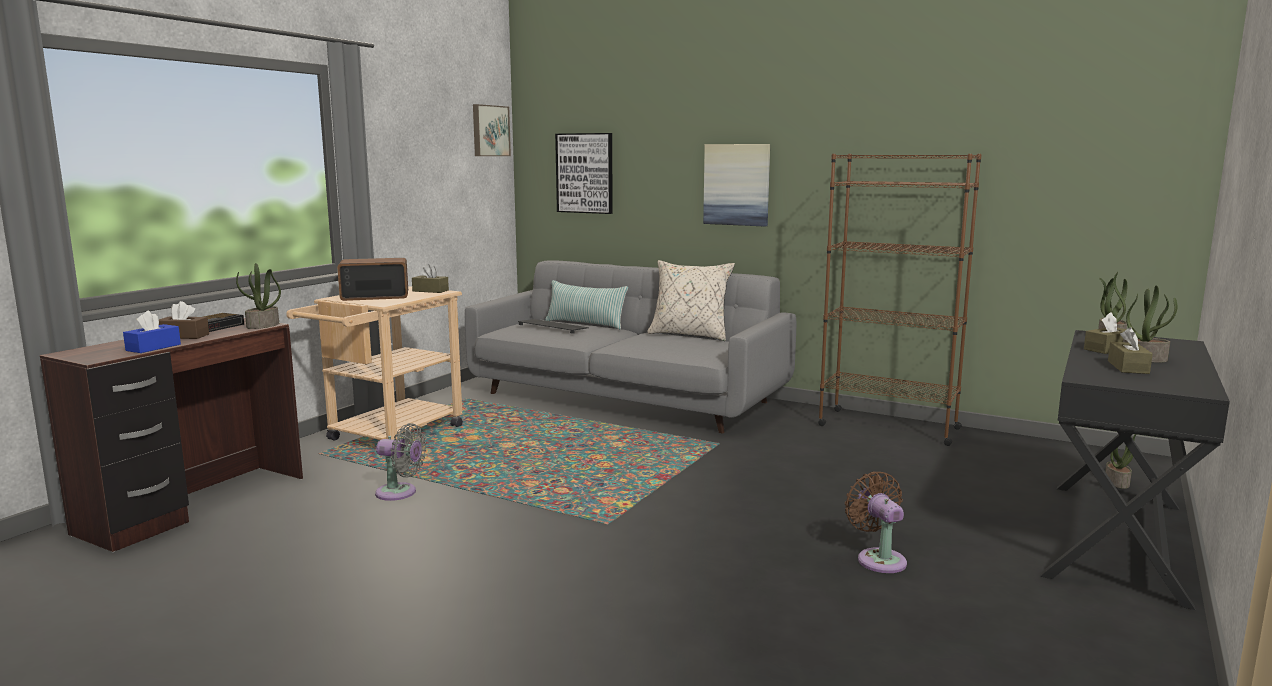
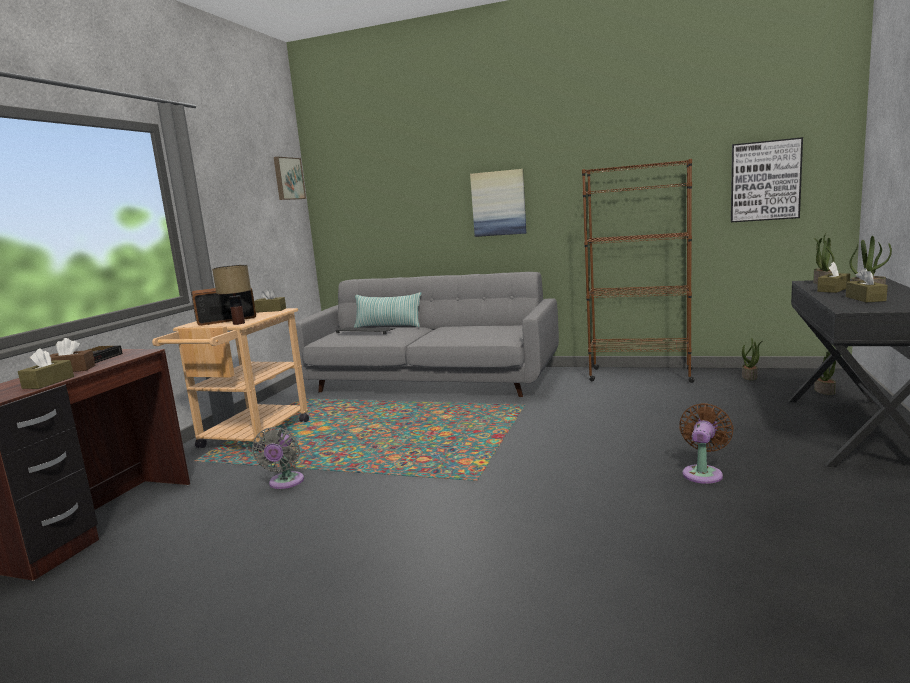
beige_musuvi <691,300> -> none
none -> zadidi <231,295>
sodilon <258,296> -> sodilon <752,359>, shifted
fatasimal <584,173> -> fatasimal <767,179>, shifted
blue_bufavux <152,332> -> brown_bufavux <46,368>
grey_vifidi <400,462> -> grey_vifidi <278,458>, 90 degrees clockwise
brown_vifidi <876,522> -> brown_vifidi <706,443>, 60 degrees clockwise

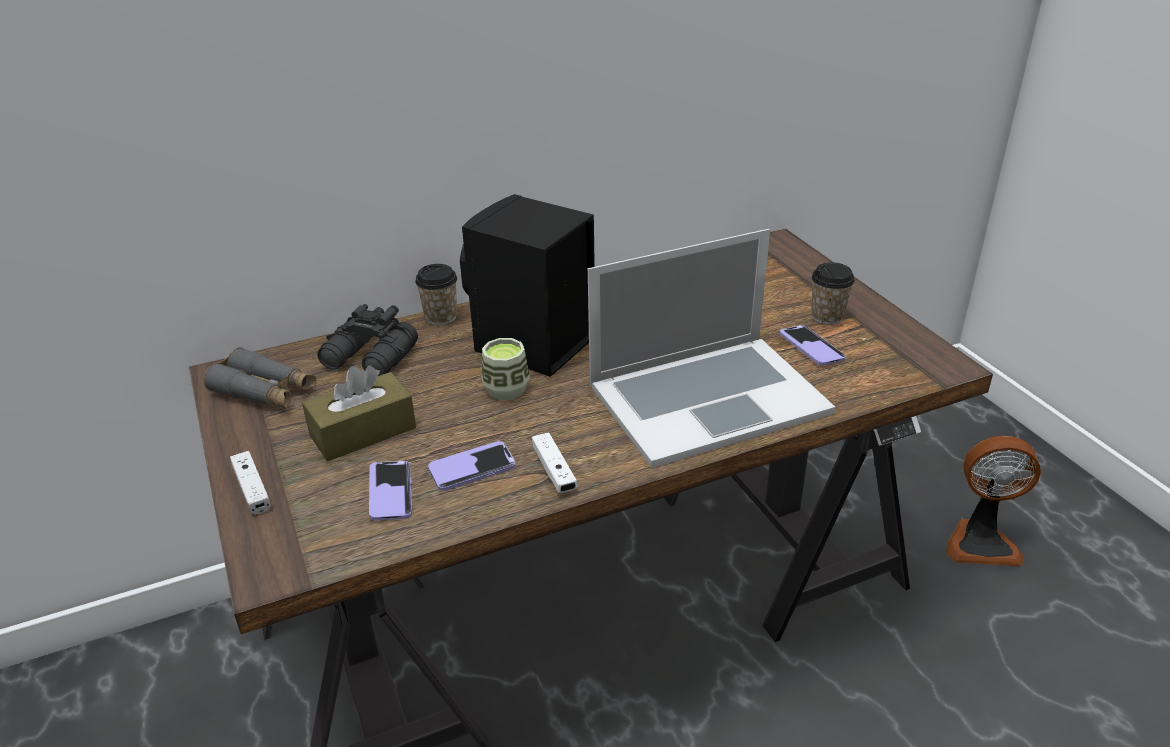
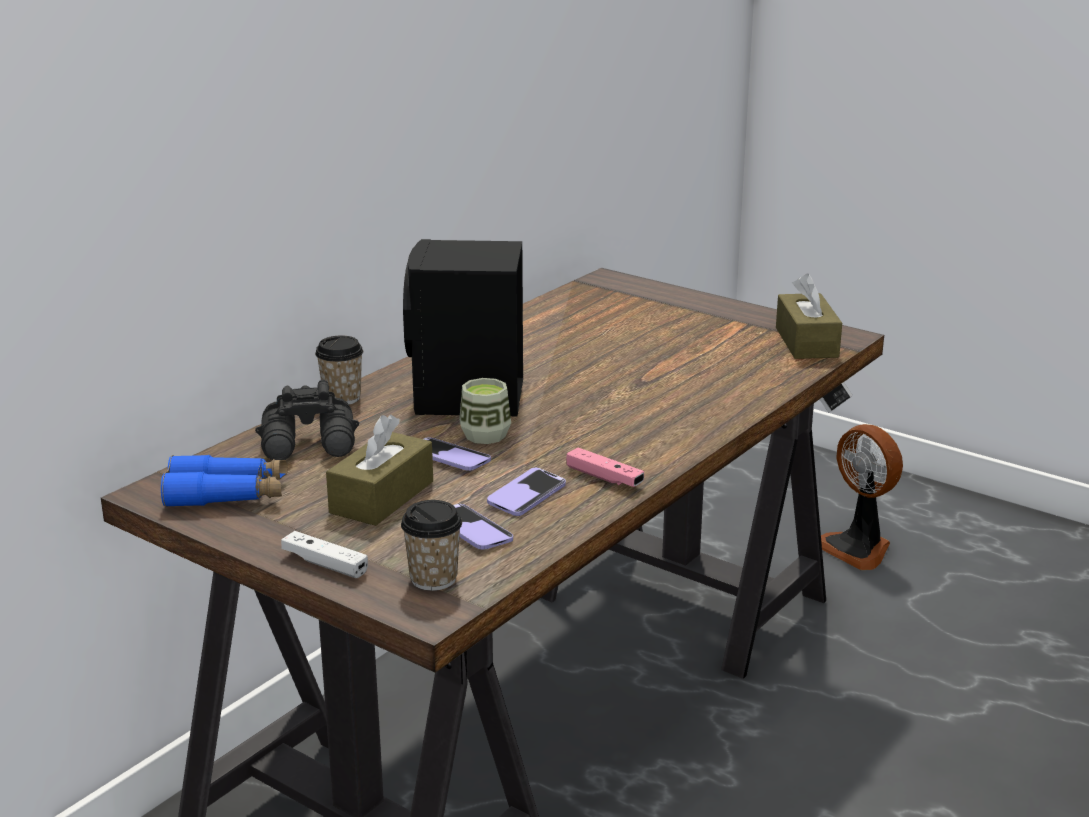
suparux <711,348> -> none
none -> brown_bufavux <809,316>
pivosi <812,345> -> pivosi <457,454>, shifted
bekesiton <833,293> -> bekesiton <431,545>, shifted
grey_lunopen <260,377> -> blue_lunopen <224,481>
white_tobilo <554,463> -> pink_tobilo <605,467>
vifidi <993,501> -> vifidi <862,497>, 75 degrees clockwise

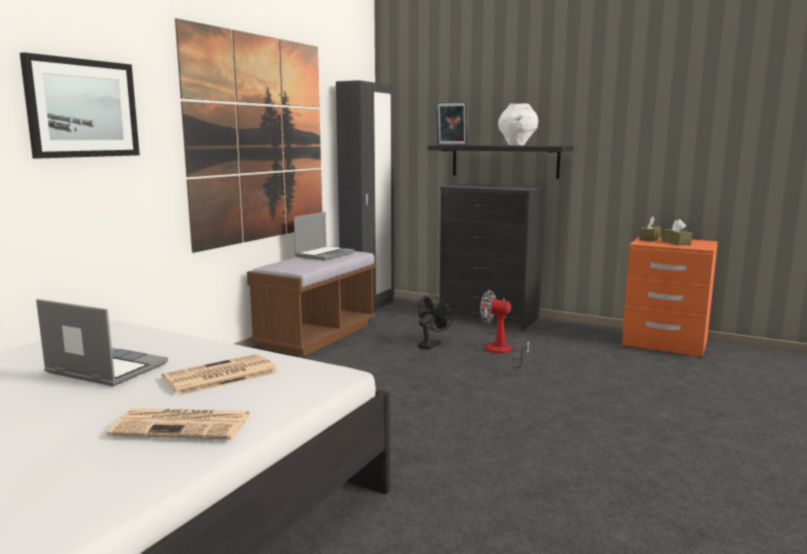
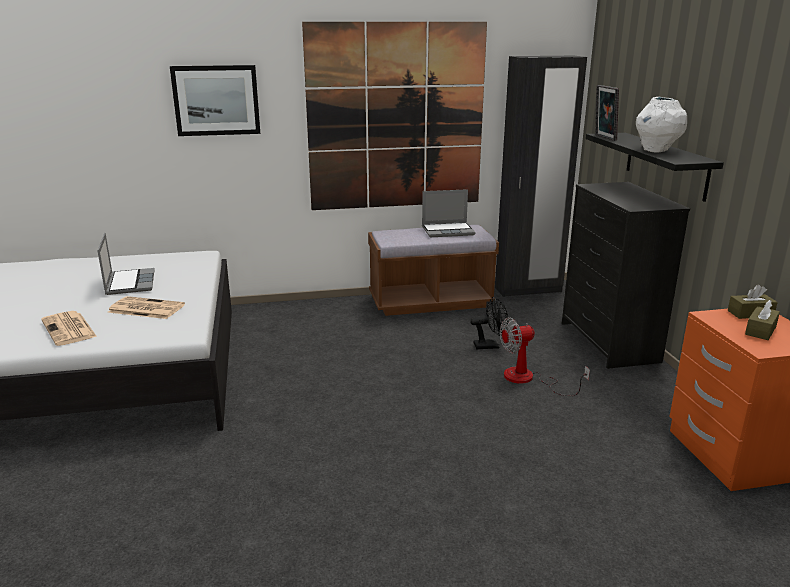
vifidi <504,329> -> vifidi <545,356>, 90 degrees counterclockwise

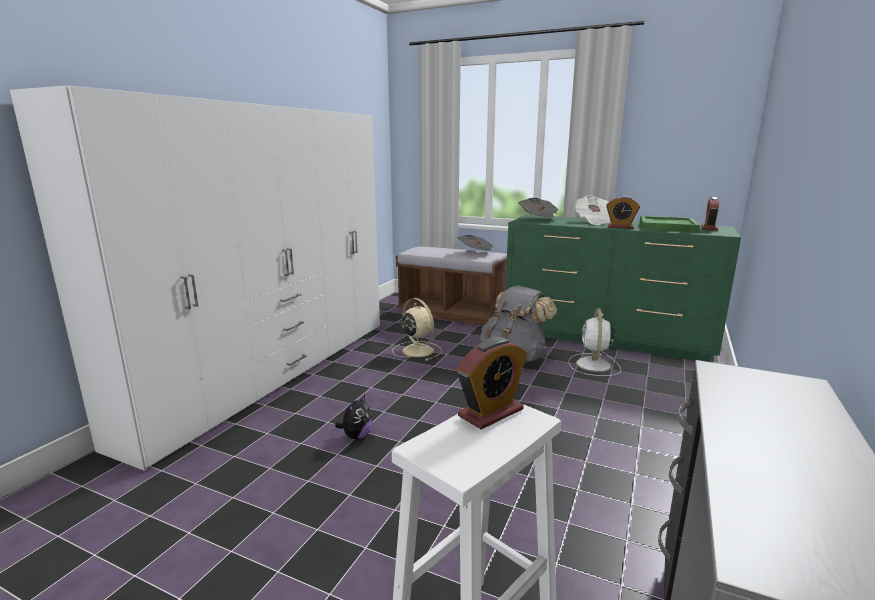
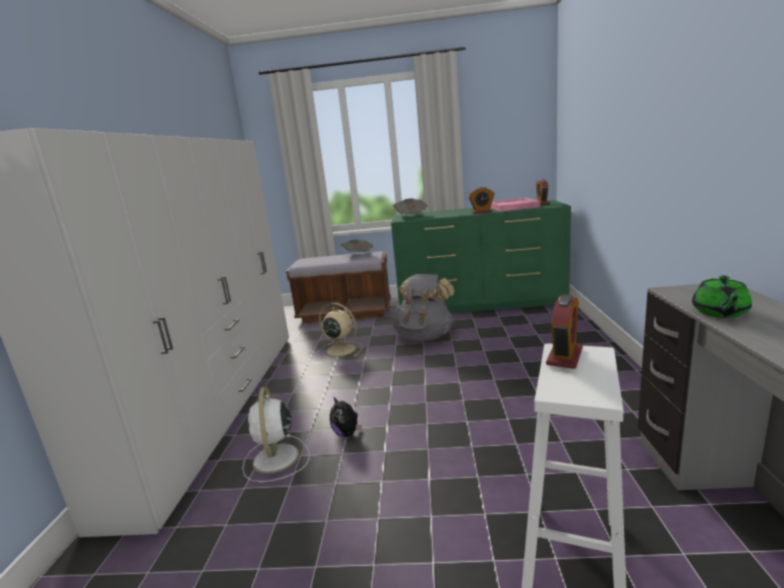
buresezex <592,210> -> none
none -> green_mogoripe <722,296>
white_vifidi <595,342> -> white_vifidi <276,434>, shifted
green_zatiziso <670,224> -> pink_zatiziso <515,205>
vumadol <354,417> -> vumadol <346,416>, 135 degrees clockwise

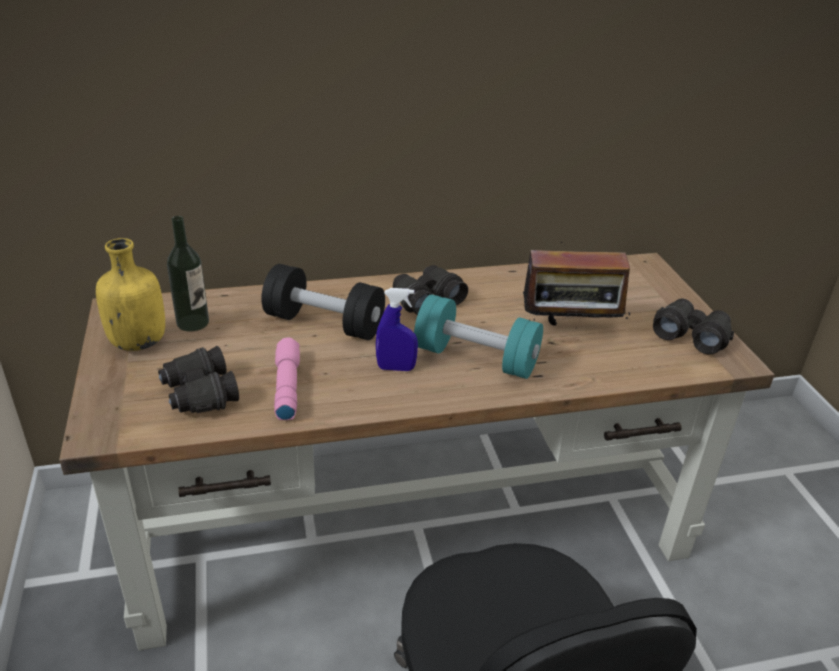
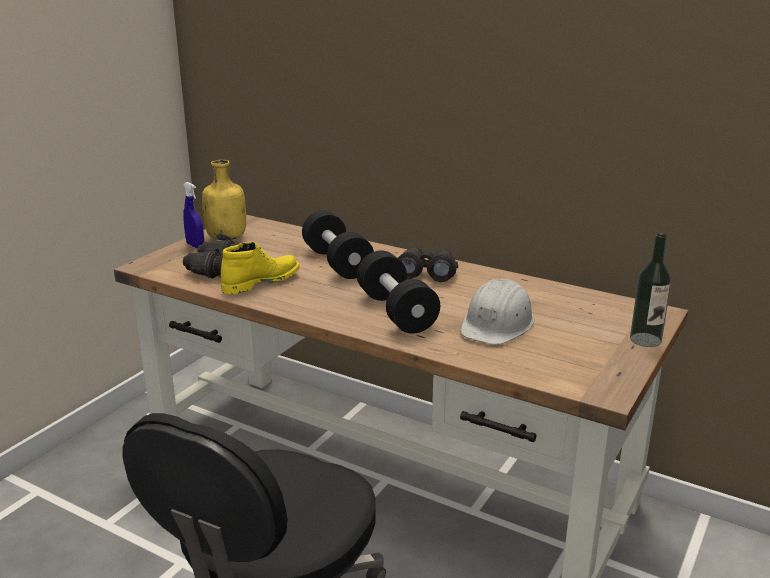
black_lunopen <693,326> -> none
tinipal <188,274> -> tinipal <650,290>, shifted
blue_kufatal <397,329> -> blue_kufatal <193,215>, shifted
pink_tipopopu <287,379> -> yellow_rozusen <260,268>
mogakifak <576,284> -> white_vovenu <497,311>
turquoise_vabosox <478,336> -> black_vabosox <398,292>

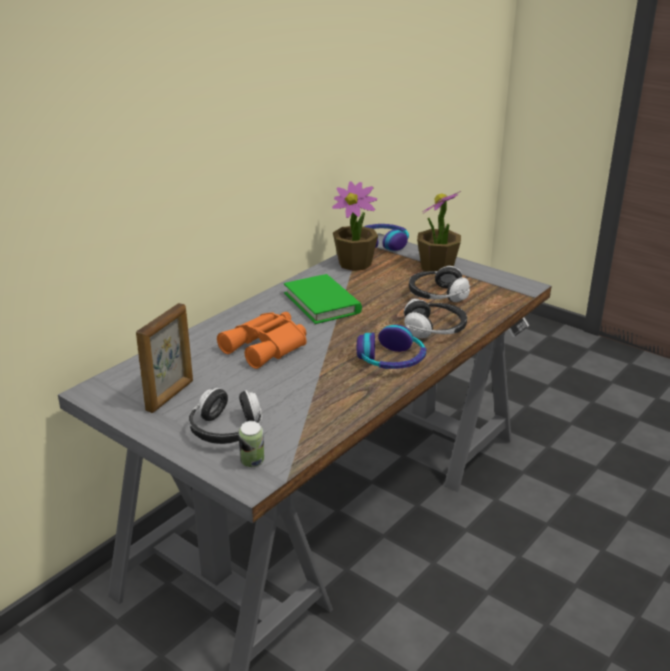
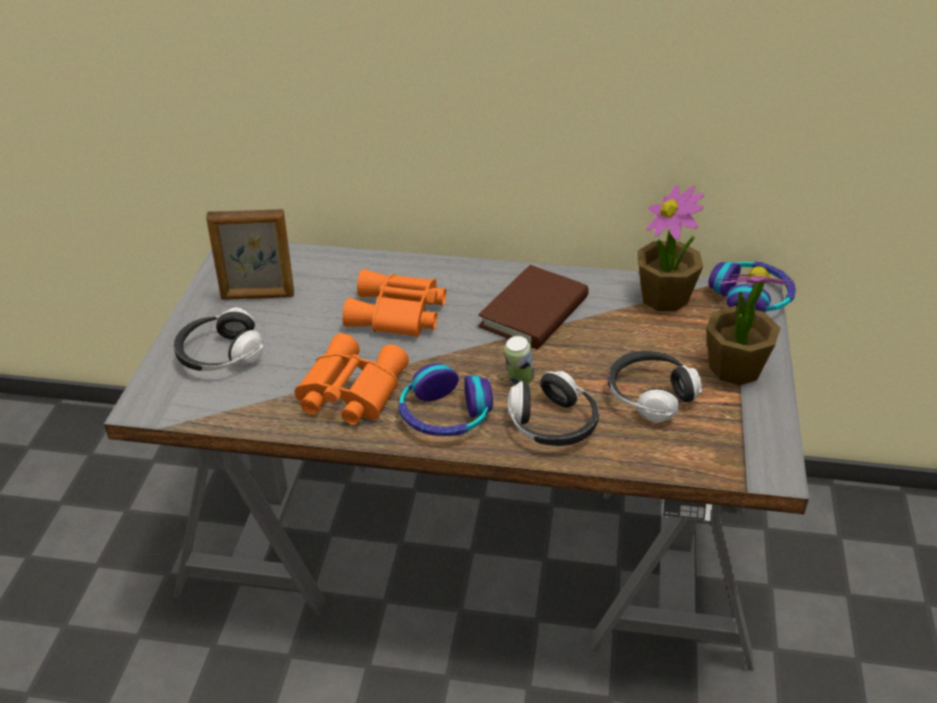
none -> orange_lunopen <352,379>
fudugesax <251,444> -> fudugesax <519,360>, shifted
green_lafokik <323,299> -> brown_lafokik <533,307>

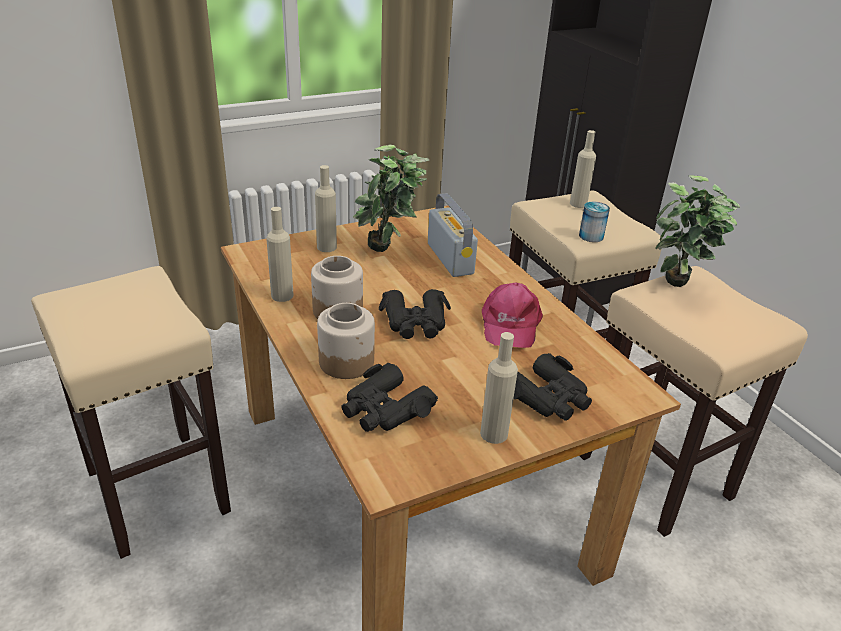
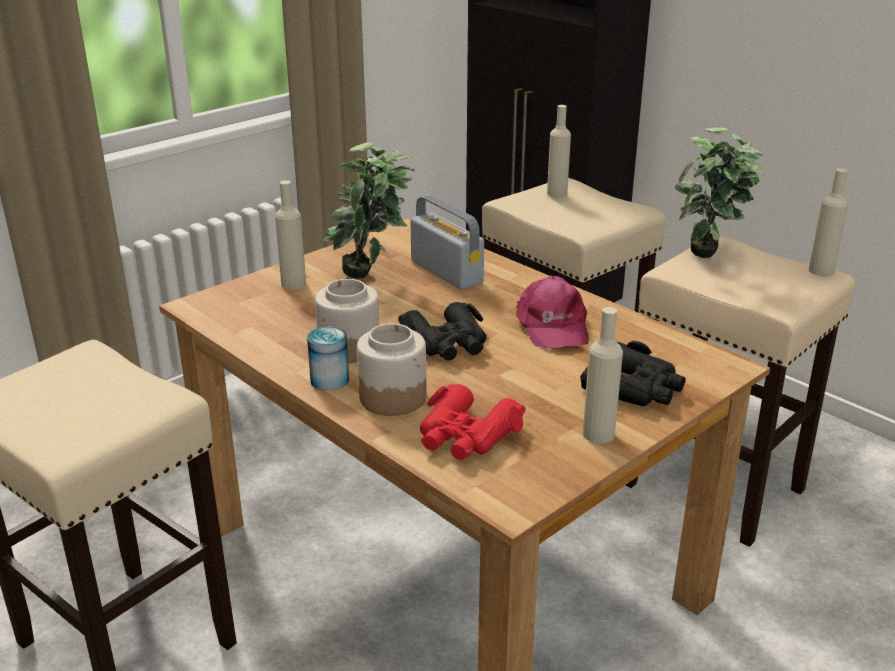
beige_tinipal <280,254> -> beige_tinipal <828,222>, shifted
fudugesax <594,222> -> fudugesax <328,358>, shifted
black_lunopen <390,397> -> red_lunopen <473,422>

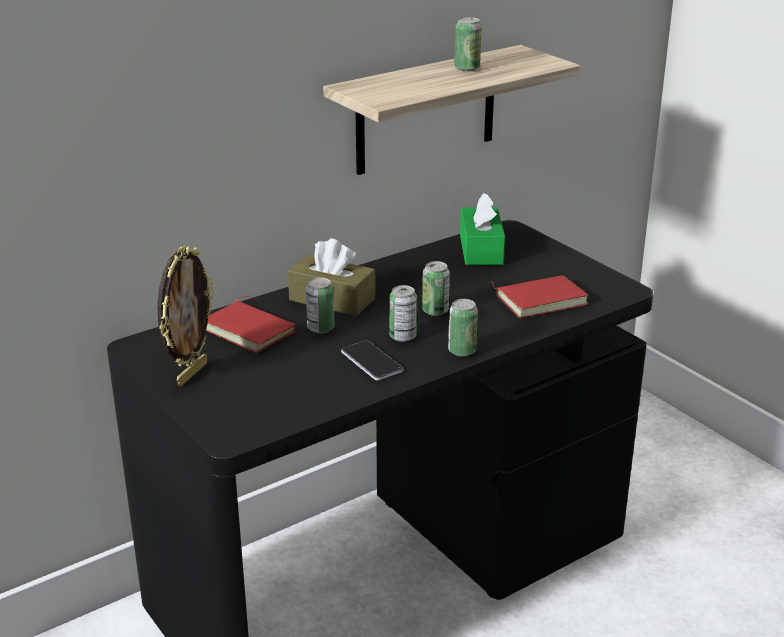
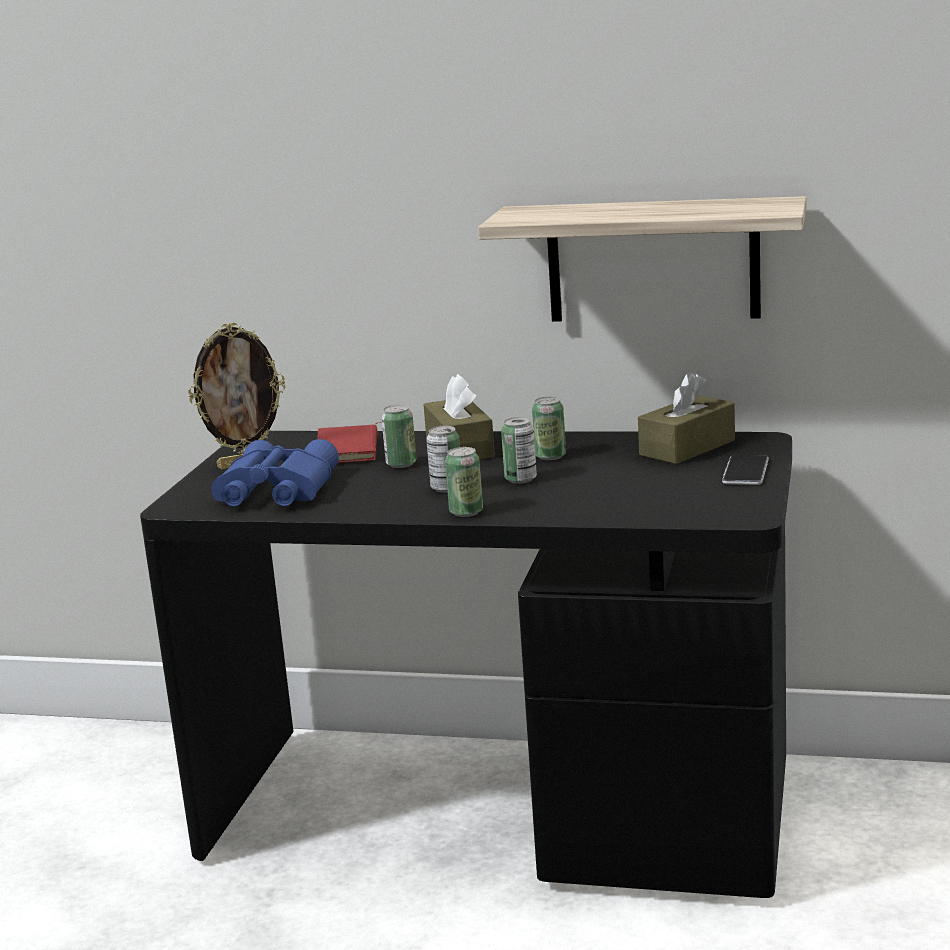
red_lafokik <538,296> -> none
none -> blue_lunopen <275,472>
pivosi <372,360> -> pivosi <745,470>, shifted
fudugesax <468,44> -> fudugesax <549,428>, shifted
green_bufavux <482,229> -> brown_bufavux <686,418>

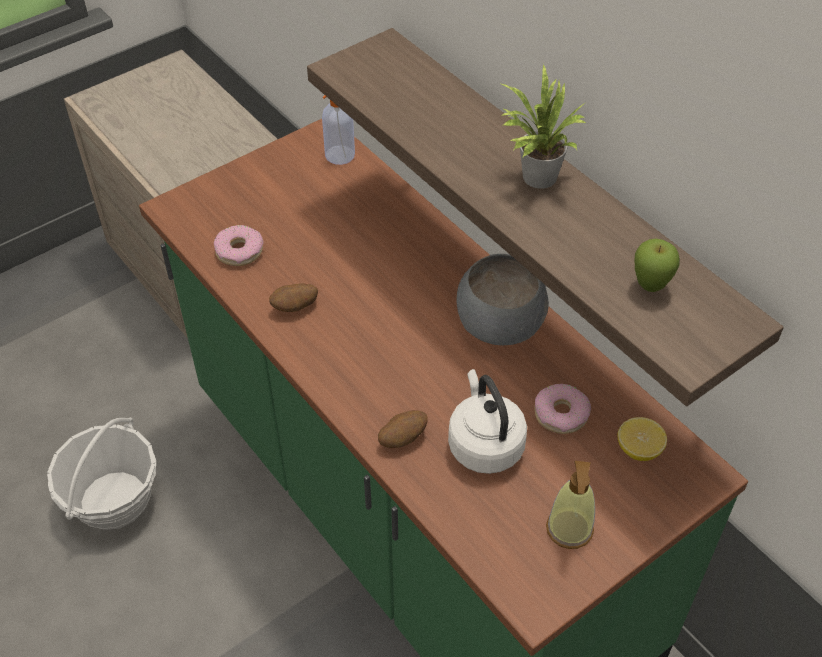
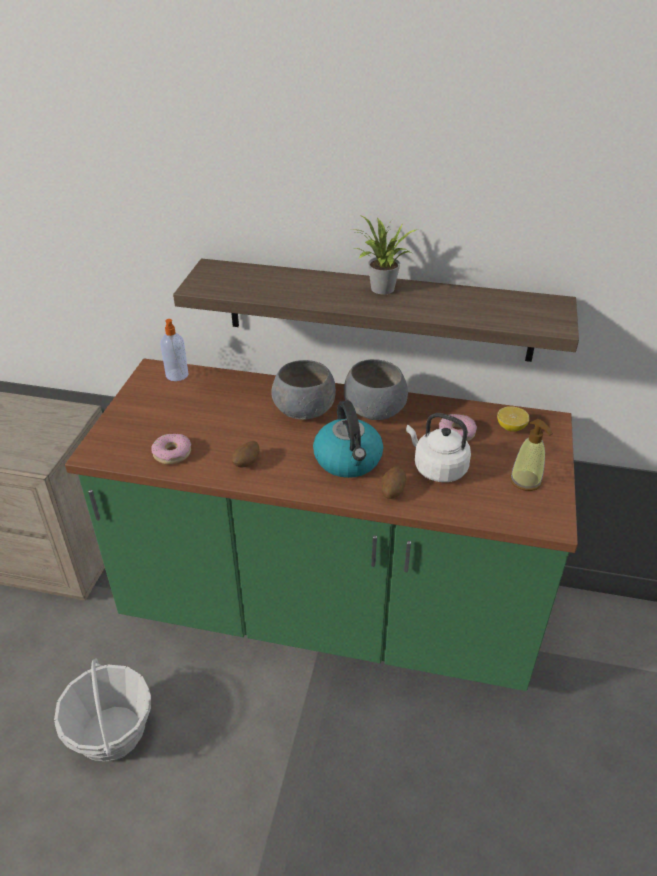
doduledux <657,265> -> none
none -> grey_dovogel <303,390>
none -> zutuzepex <348,439>

